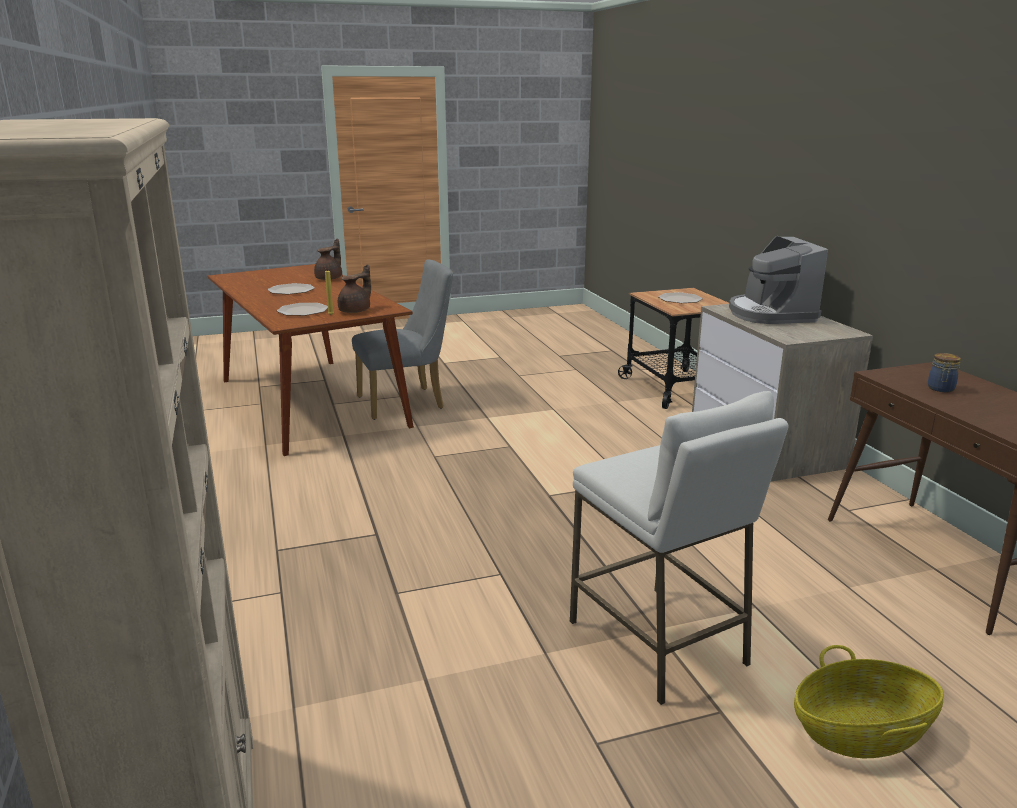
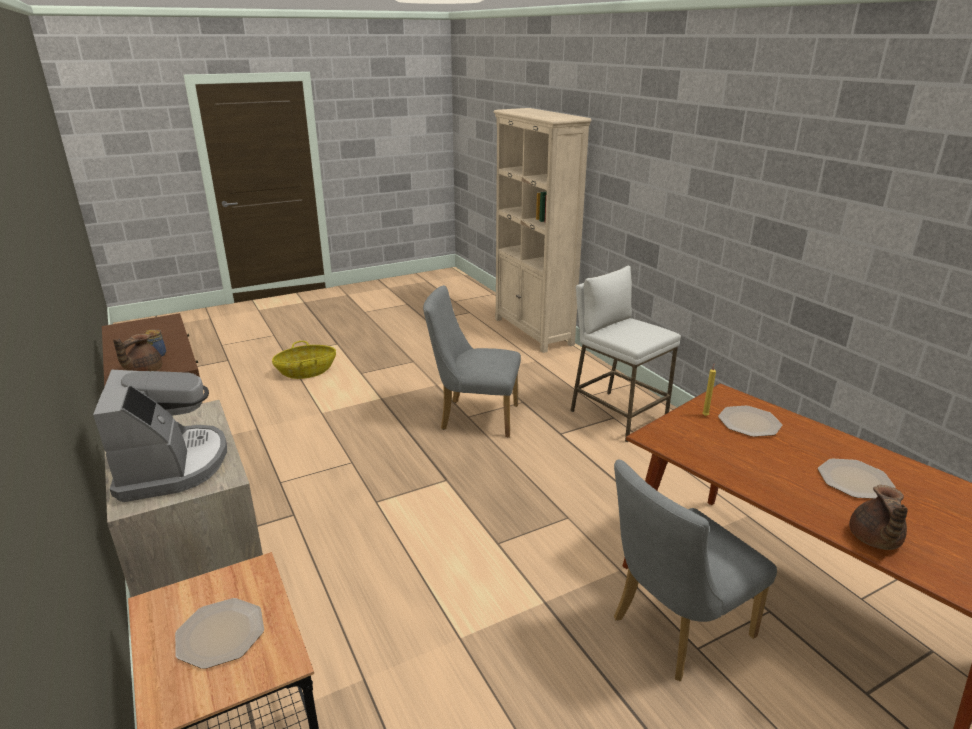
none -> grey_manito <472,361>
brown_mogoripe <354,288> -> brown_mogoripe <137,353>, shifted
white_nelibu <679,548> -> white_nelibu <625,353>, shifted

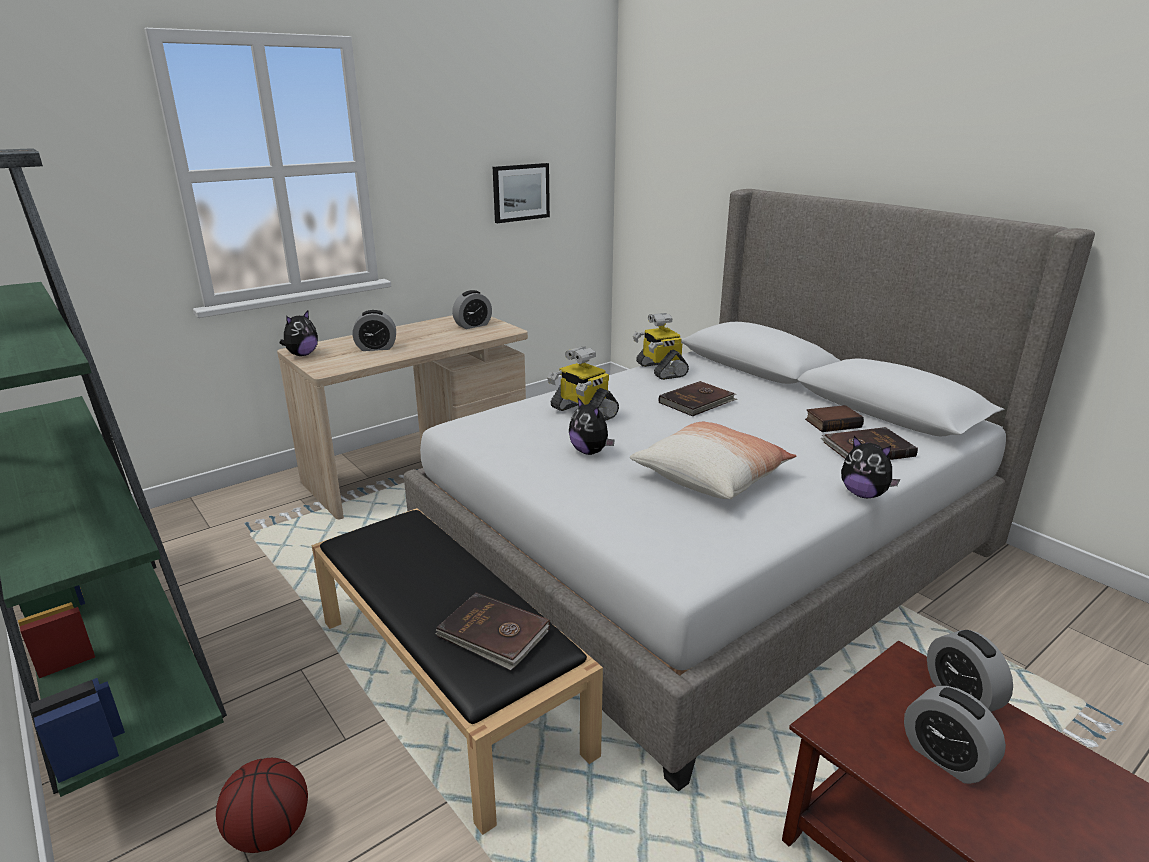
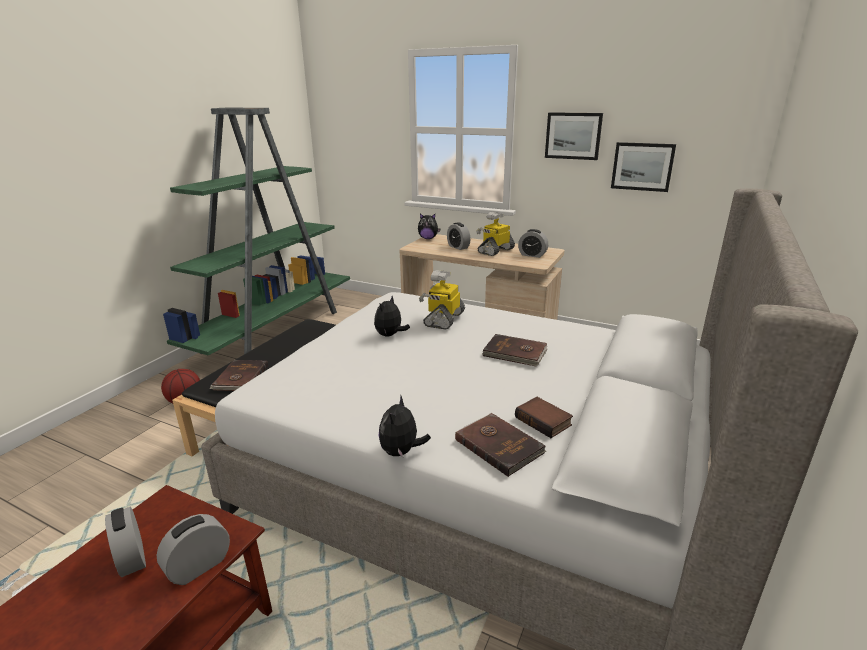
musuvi <713,460> -> none
none -> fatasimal <574,136>
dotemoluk <661,346> -> dotemoluk <495,234>, shifted
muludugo <955,735> -> muludugo <125,542>, 60 degrees counterclockwise

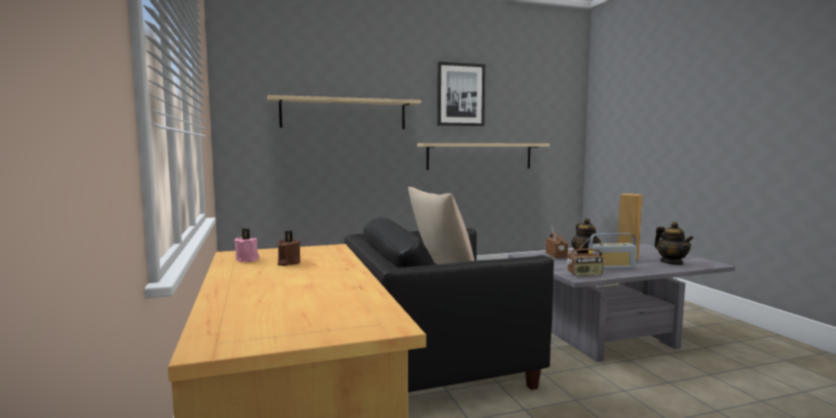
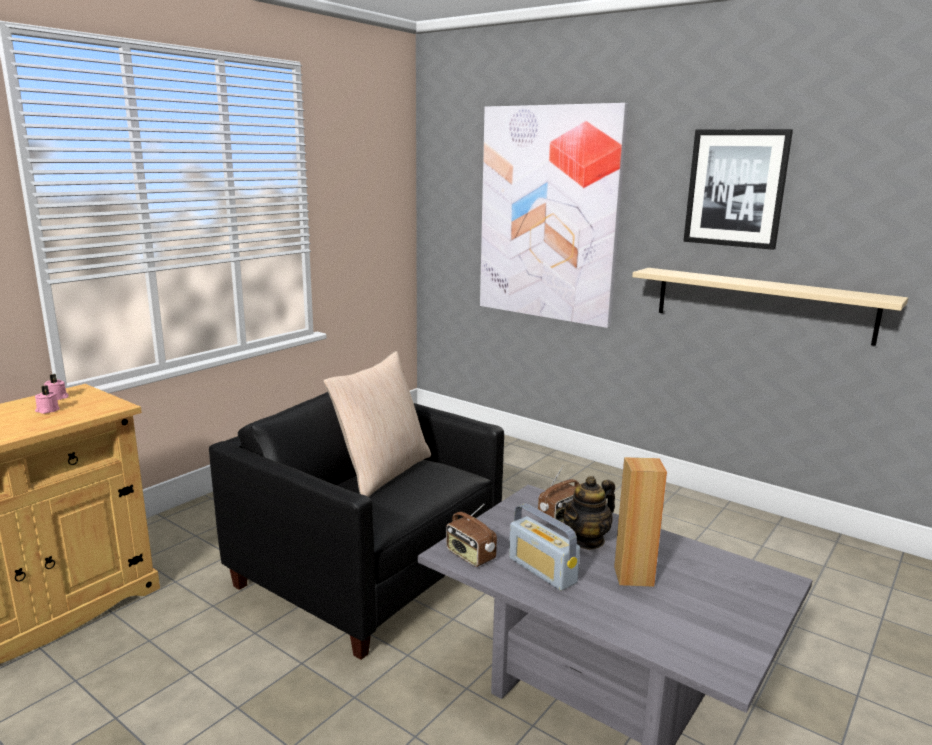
mogoripe <674,243> -> none
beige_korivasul <344,112> -> fatasimal <554,215>
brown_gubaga <289,248> -> pink_gubaga <47,399>

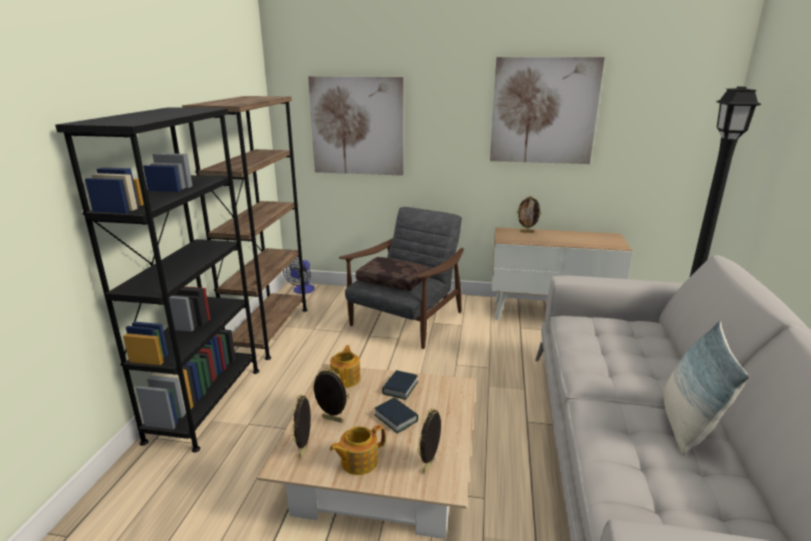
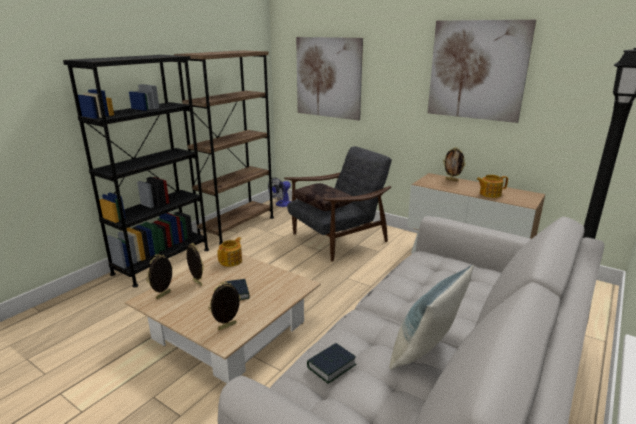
mogoripe <357,450> -> mogoripe <492,186>, shifted
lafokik <400,385> -> lafokik <332,363>, shifted

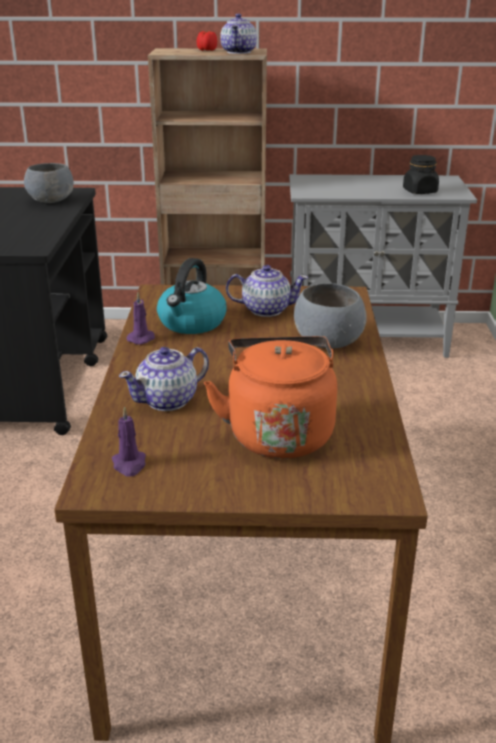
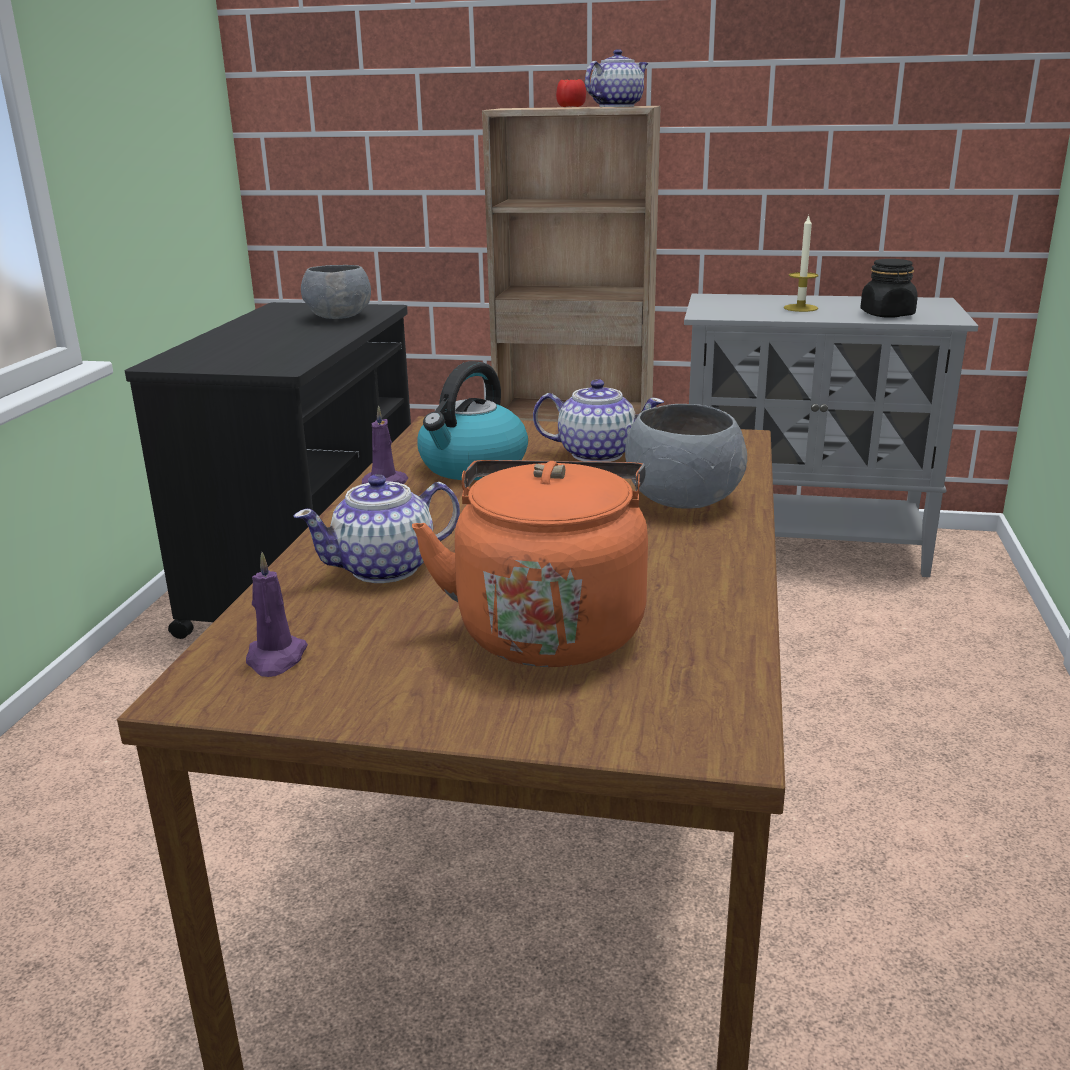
none -> gubaga <801,263>
mogoripe <238,34> -> mogoripe <616,78>, 150 degrees counterclockwise

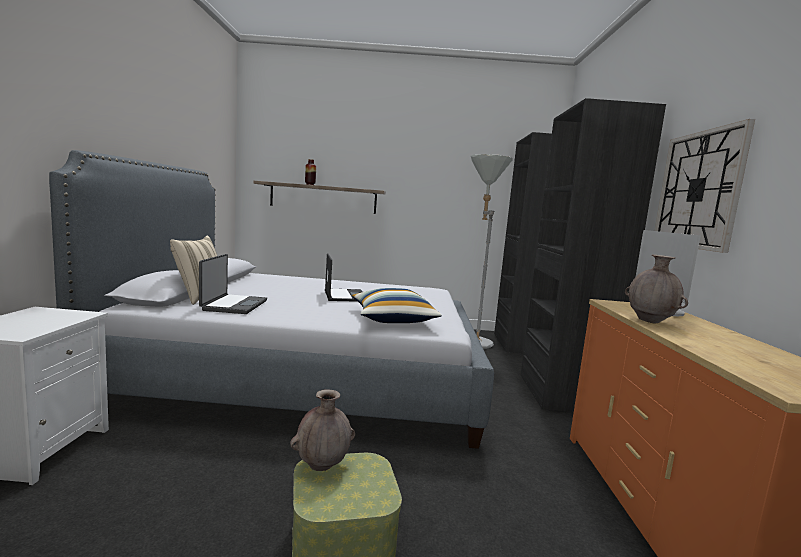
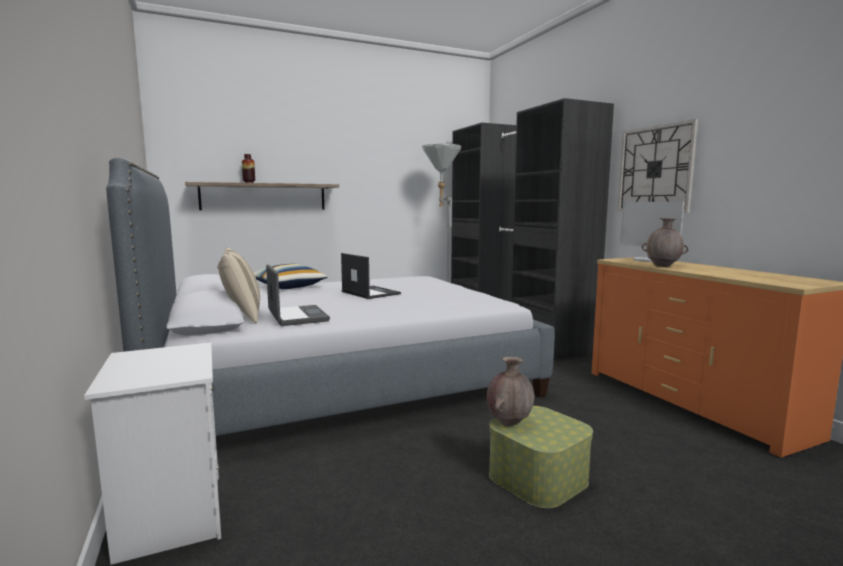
musuvi <397,305> -> musuvi <291,276>, shifted

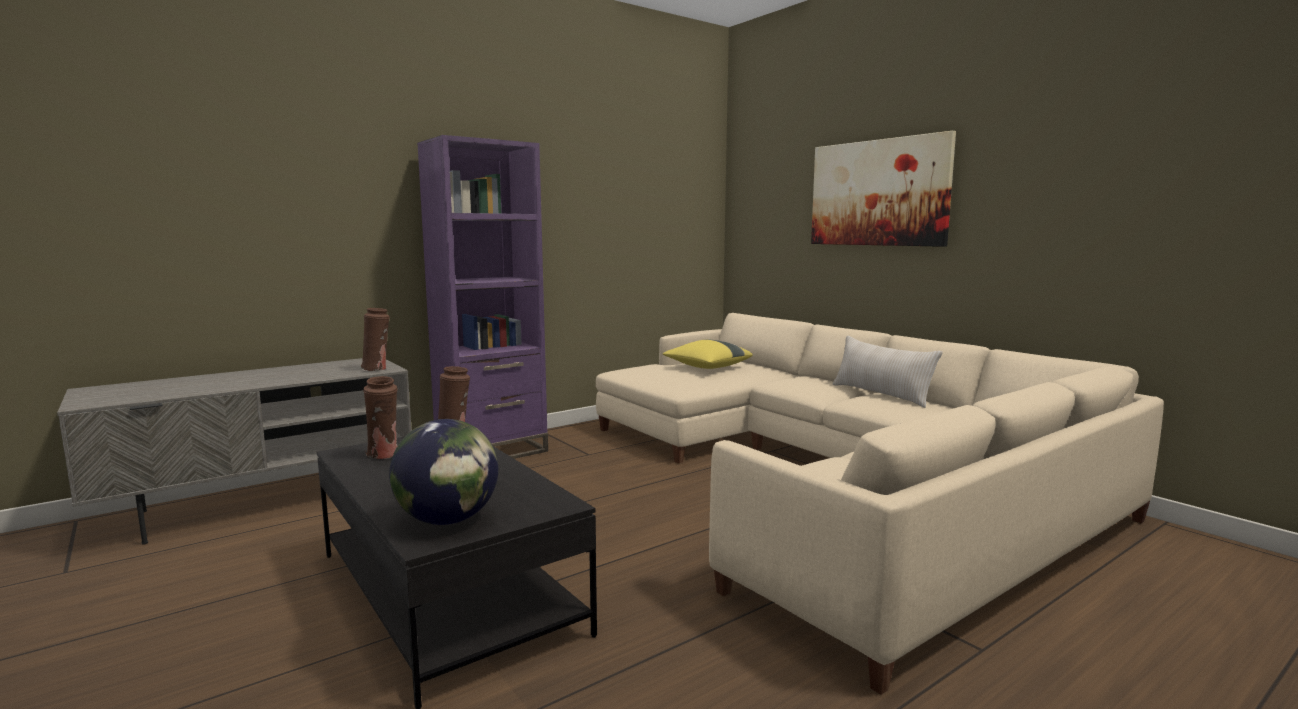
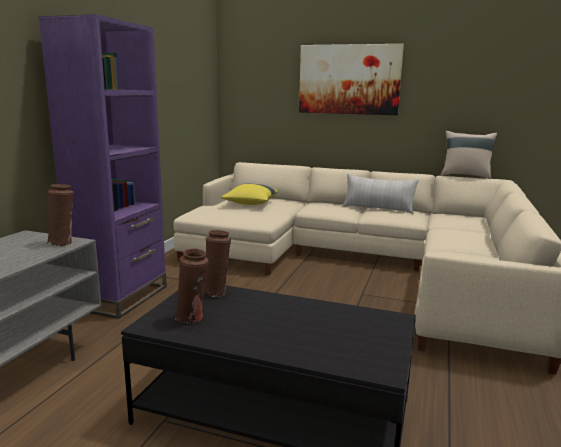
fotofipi <443,472> -> none
none -> beige_musuvi <469,155>

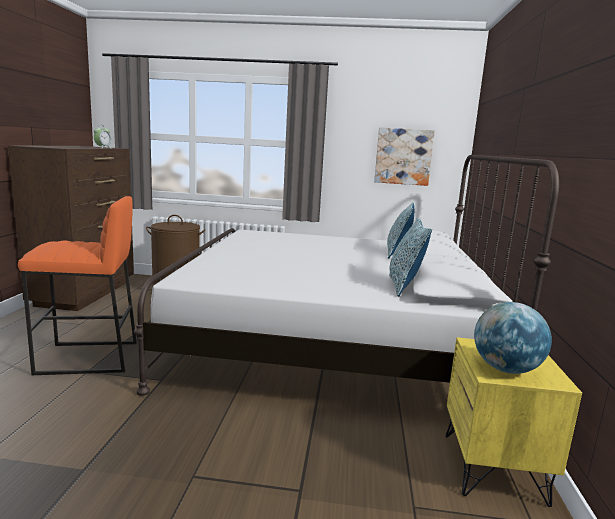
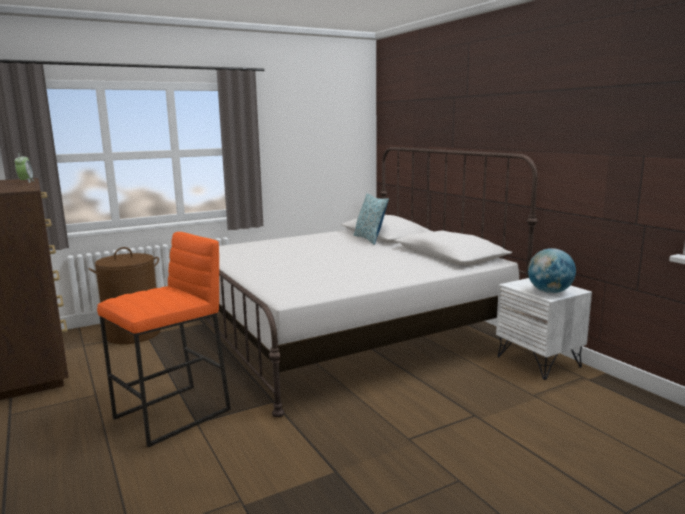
fatasimal <404,156> -> none
musuvi <410,257> -> none
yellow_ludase <514,422> -> white_ludase <544,329>

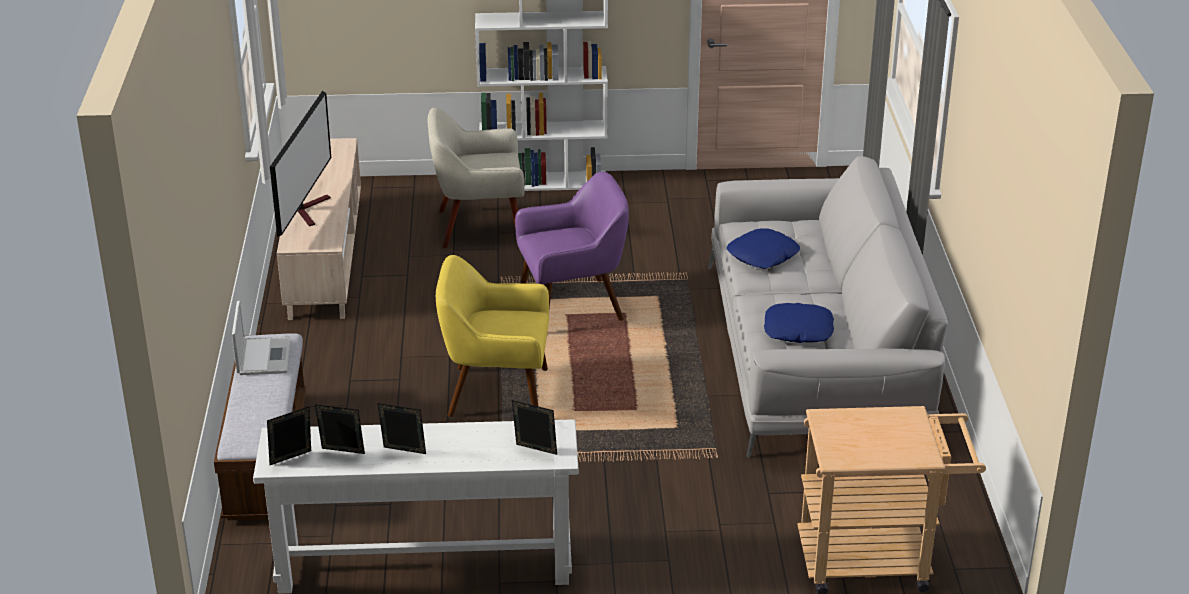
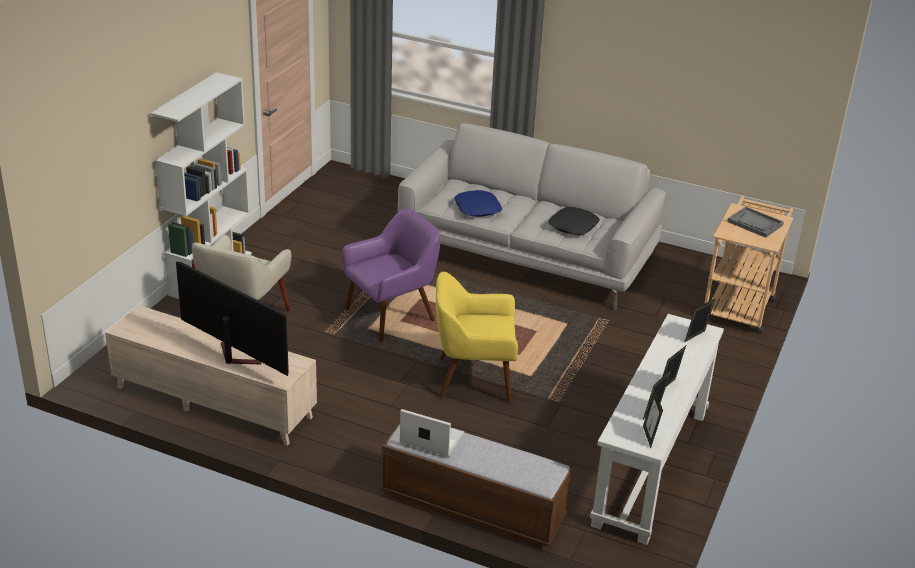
none -> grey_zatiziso <755,222>
blue_musuvi <799,323> -> black_musuvi <574,221>
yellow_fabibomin <492,336> -> yellow_fabibomin <477,337>, 60 degrees clockwise
purple_fabibomin <572,246> -> purple_fabibomin <391,275>, 45 degrees clockwise

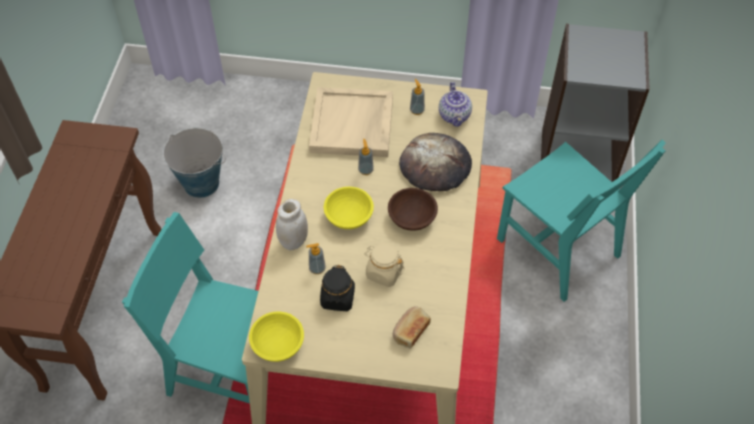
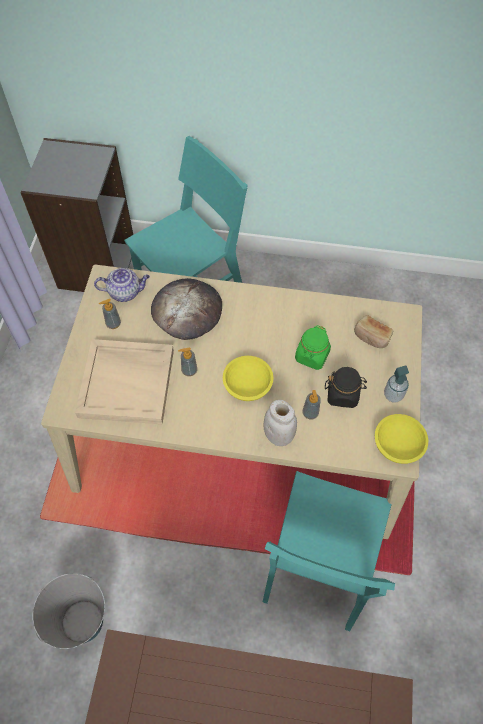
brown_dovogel <413,209> -> none
none -> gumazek <396,383>
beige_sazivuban <384,264> -> green_sazivuban <313,347>

